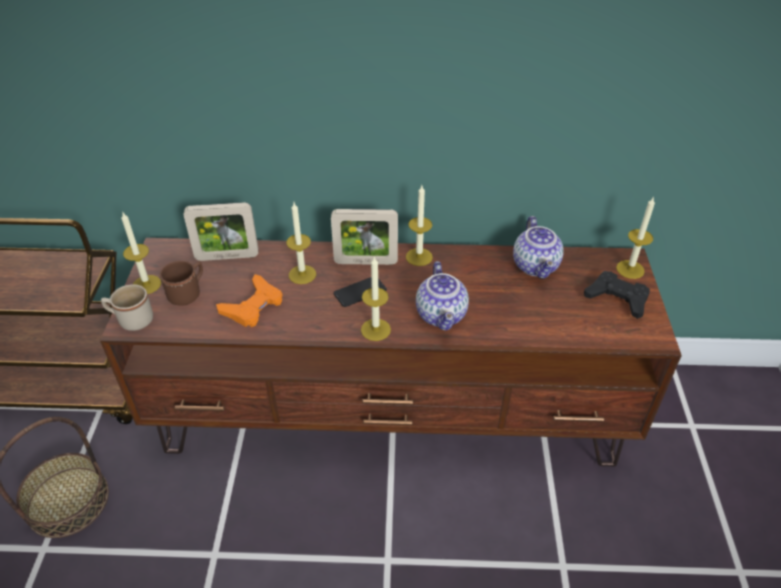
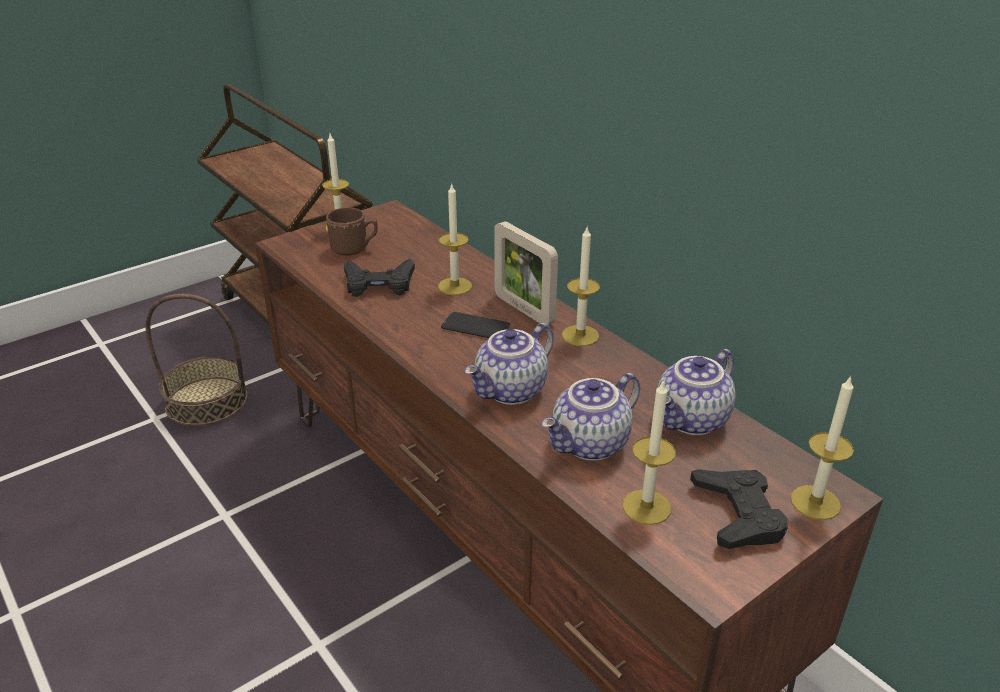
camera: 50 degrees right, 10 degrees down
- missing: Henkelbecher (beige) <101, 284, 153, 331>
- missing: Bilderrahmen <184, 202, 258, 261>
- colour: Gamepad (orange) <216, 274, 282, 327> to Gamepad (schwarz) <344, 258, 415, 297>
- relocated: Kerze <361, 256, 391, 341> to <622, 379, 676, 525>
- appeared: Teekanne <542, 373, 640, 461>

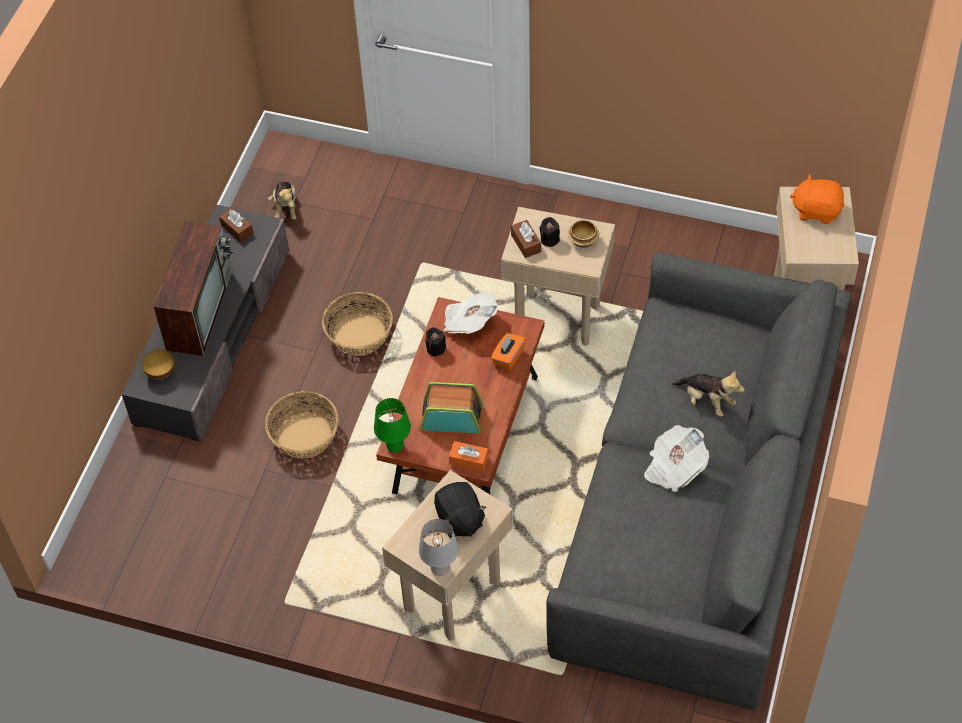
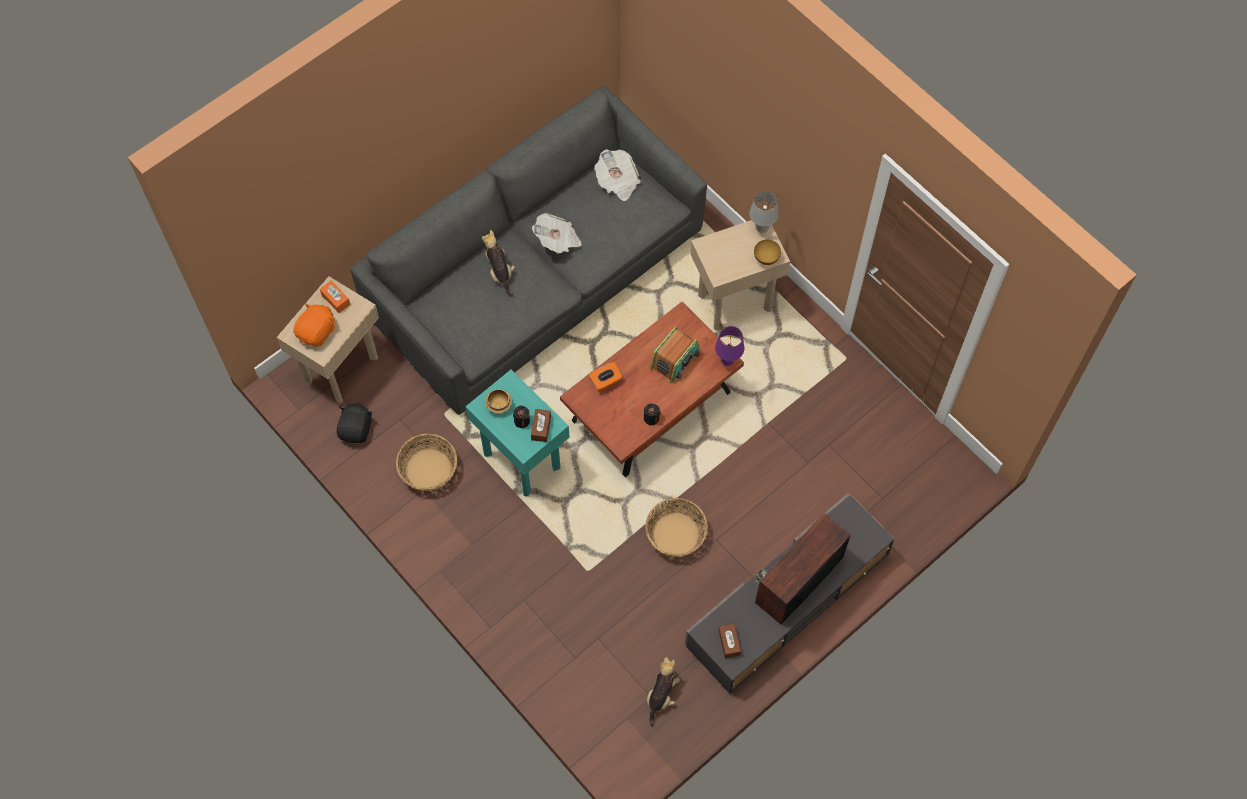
camera: 150 degrees left, 10 degrees up
- relocated: Schüssel <142, 349, 175, 379> to <754, 240, 781, 265>
- relocated: Korb <265, 391, 339, 458> to <396, 434, 457, 491>
- colour: Tischlampe (grün) <374, 398, 411, 453> to Tischlampe (lila) <715, 326, 744, 366>
- spun: Radio <420, 382, 484, 433> = <650, 326, 700, 383> 90 degrees counterclockwise
- relocated: Plüschtier (schwarz) <434, 482, 487, 538> to <337, 403, 372, 444>
- relocated: Zeitung <443, 292, 498, 334> to <594, 149, 641, 201>
- relocated: Taschentuchbox (orange) <449, 441, 489, 472> to <320, 281, 350, 313>
- colour: Beistelltisch (beige) <501, 207, 615, 346> to Beistelltisch (türkis) <466, 370, 570, 497>
- spun: Plüschtier (orange) <790, 174, 844, 224> = <293, 303, 335, 347> 105 degrees counterclockwise

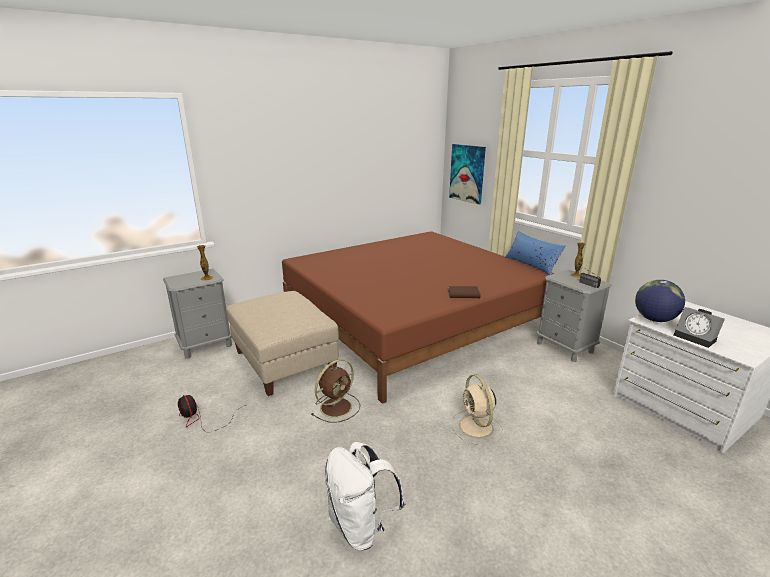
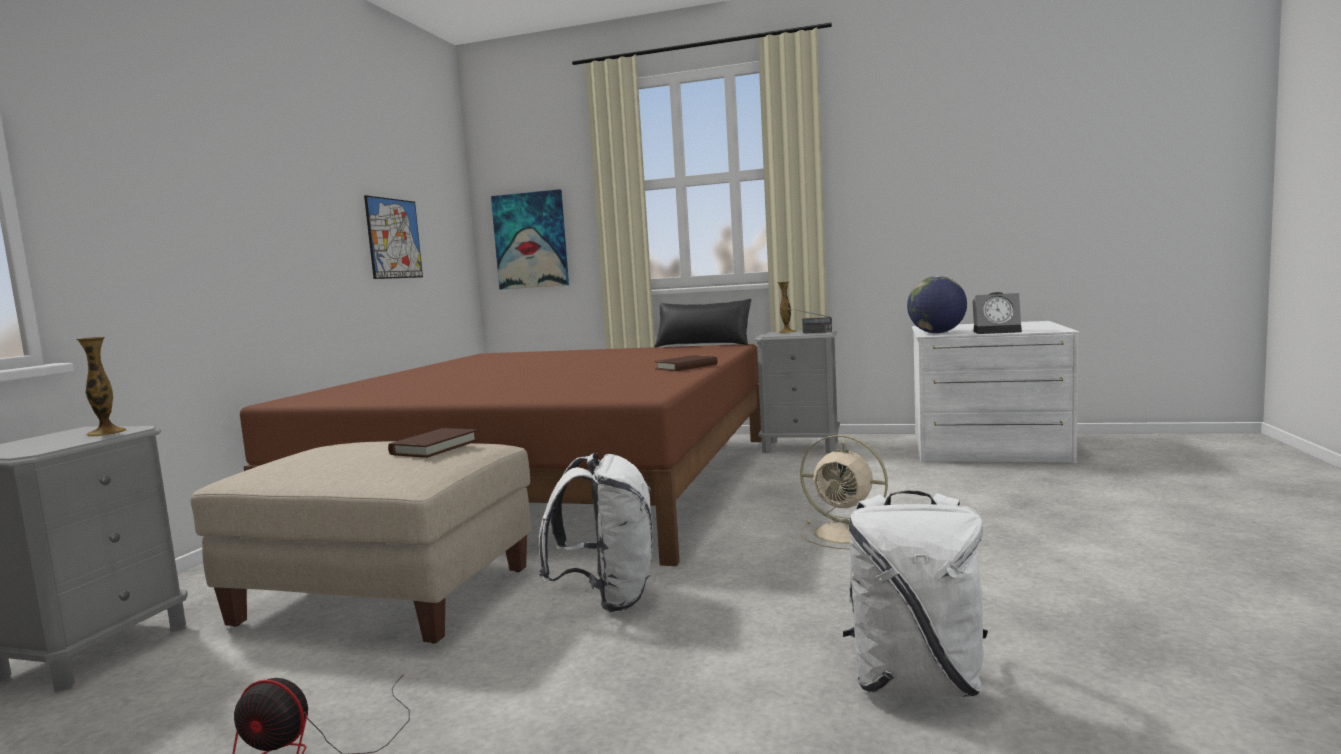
camera: 40 degrees left, 15 degrees down
- exchanged: Ventilator (braun) <311, 359, 360, 423> to Rucksack (weiß) <539, 453, 653, 613>
- colour: Kissen (blau) <505, 231, 566, 275> to Kissen (schwarz) <654, 299, 751, 347>
- appeared: Bild <364, 195, 423, 279>
- appeared: Buch (braun) <388, 428, 478, 458>

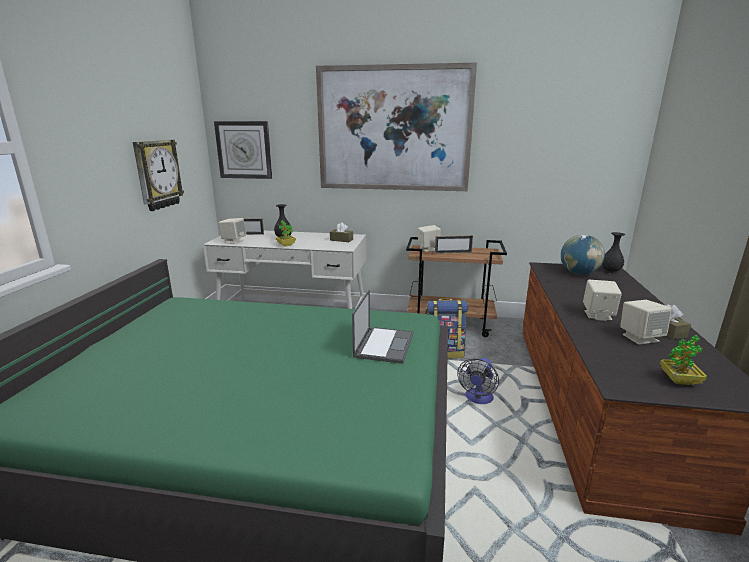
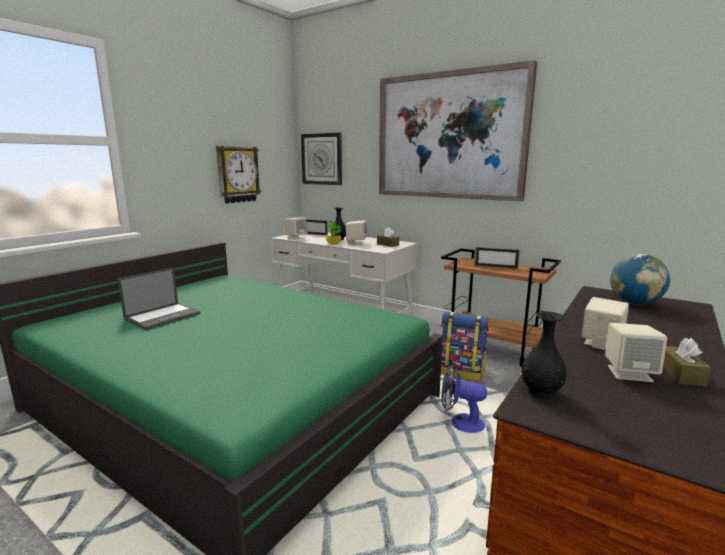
camera: 25 degrees right, 5 degrees down
- relocated: Laptop <352, 290, 413, 364> to <118, 268, 201, 330>
- relocated: Lautsprecher (beige) <418, 225, 441, 252> to <345, 220, 367, 245>
- spun: Ventilator <457, 358, 499, 404> = <441, 364, 487, 433> 60 degrees clockwise
- relocated: Vase (schwarz) <602, 232, 625, 274> to <521, 311, 566, 398>
- missing: Topfpflanze <660, 335, 707, 385>

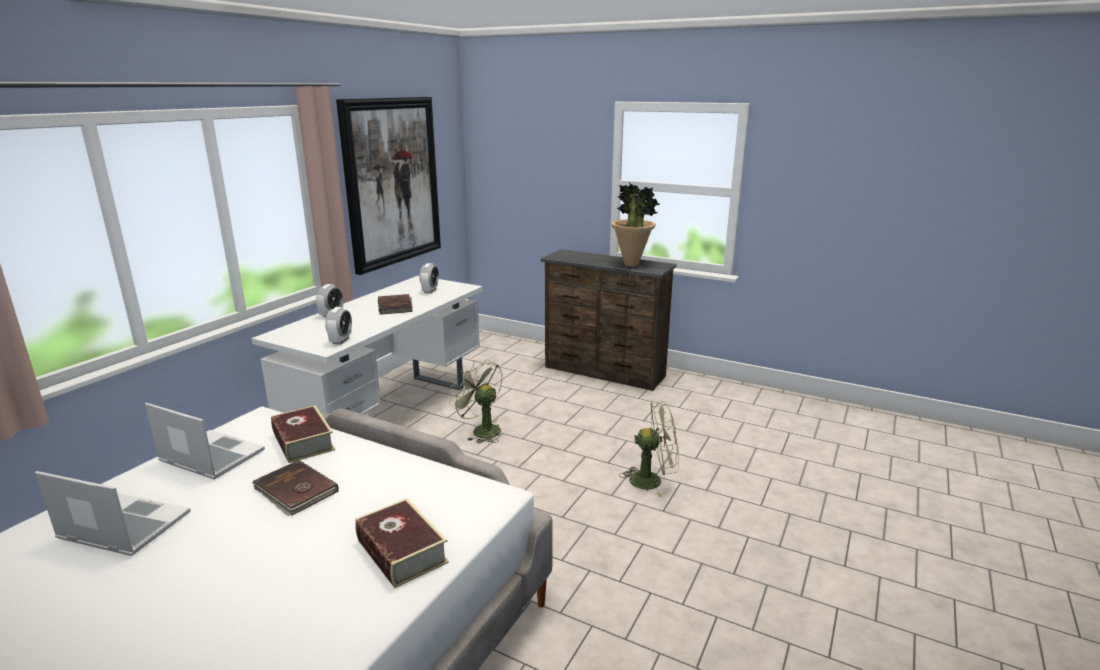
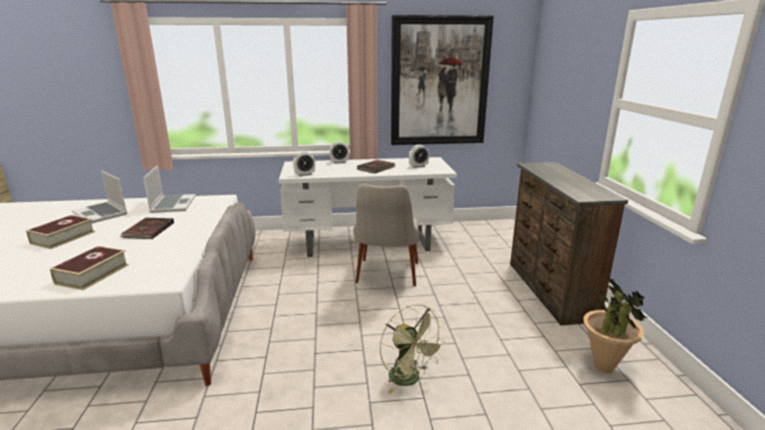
camera: 55 degrees right, 0 degrees up
- spun: Laptop <35, 471, 191, 556> = <72, 170, 127, 224> 150 degrees clockwise
- relocated: Buch <271, 406, 335, 463> to <26, 215, 95, 249>
- exchanged: Ventilator (grün) <449, 359, 502, 443> to Stuhl (beige) <353, 184, 420, 286>
- relocated: Topfpflanze <611, 183, 661, 266> to <583, 277, 648, 373>

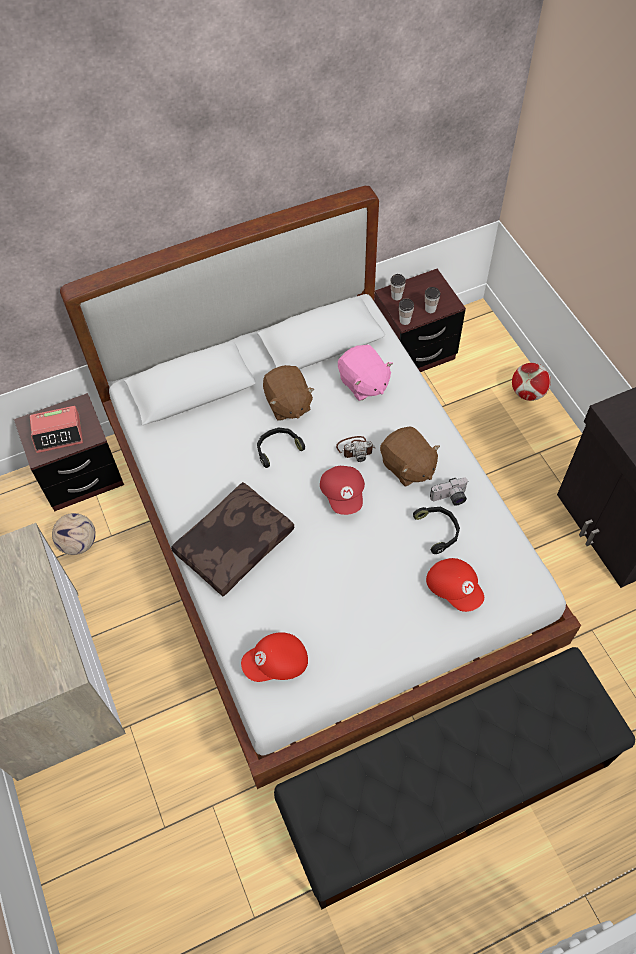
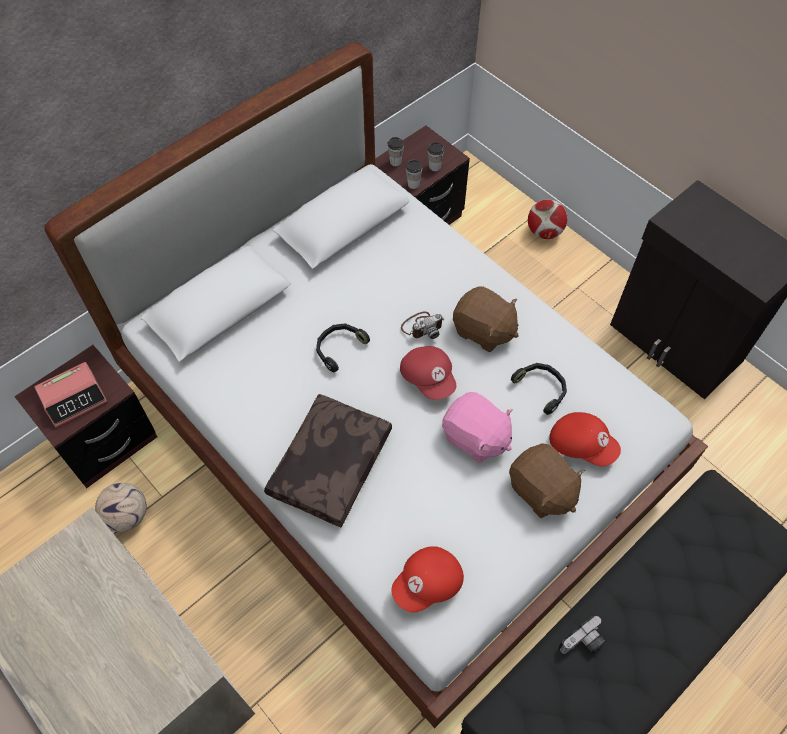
camera: 20 degrees left, 0 degrees up
- relocated: Plüschtier (braun) <263, 365, 315, 421> to <509, 444, 585, 518>
- relocated: Plüschtier (rosa) <338, 345, 393, 401> to <442, 392, 513, 463>
- relocated: Kamera <430, 477, 469, 505> to <559, 616, 606, 654>

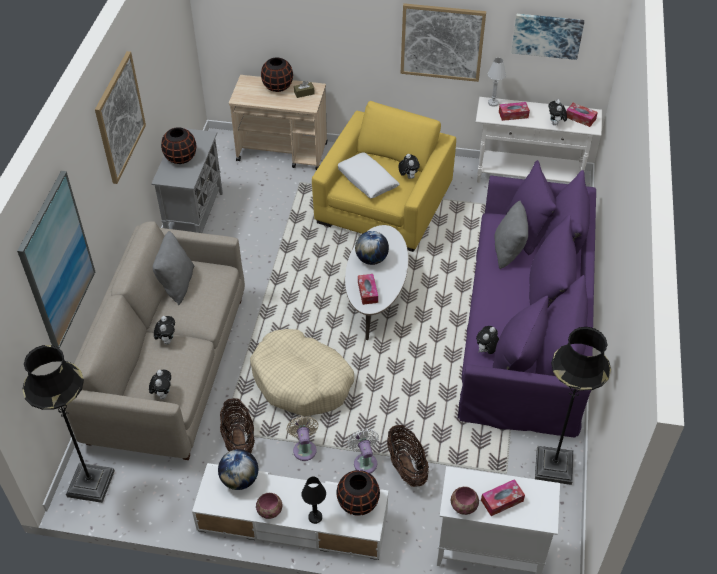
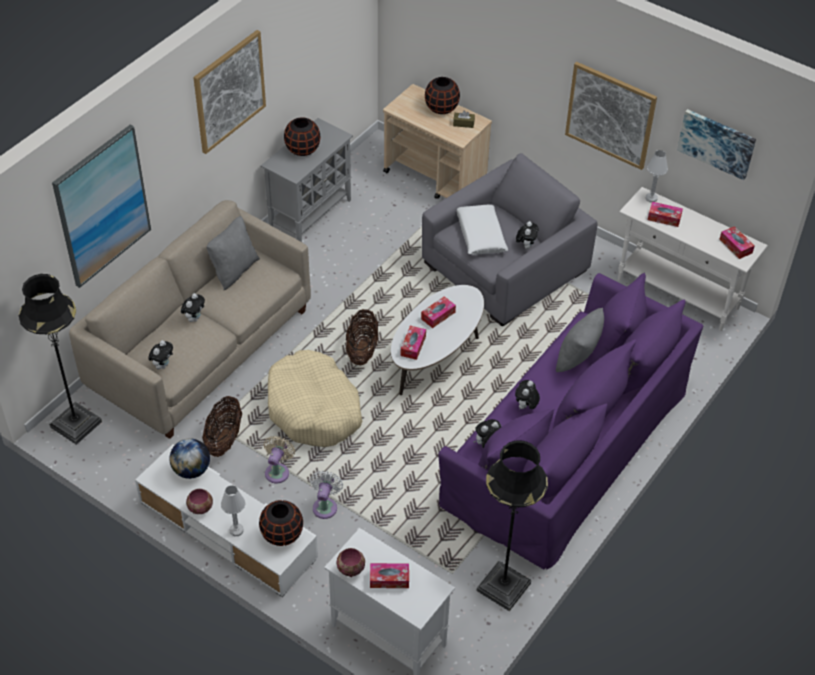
camera: 25 degrees right, 0 degrees up
- colour: Tischlampe (schwarz) <302, 477, 326, 524> to Tischlampe (weiß) <221, 485, 245, 536>
- colour: Sessel (gelb) <312, 101, 456, 252> to Sessel (grau) <422, 153, 598, 326>
- exchanged: Globus <355, 231, 389, 265> to Taschentuchbox <421, 296, 456, 328>
- relocated: Korb <387, 425, 429, 487> to <346, 309, 378, 365>
- relocated: Plüschtier <548, 99, 567, 125> to <515, 380, 540, 409>

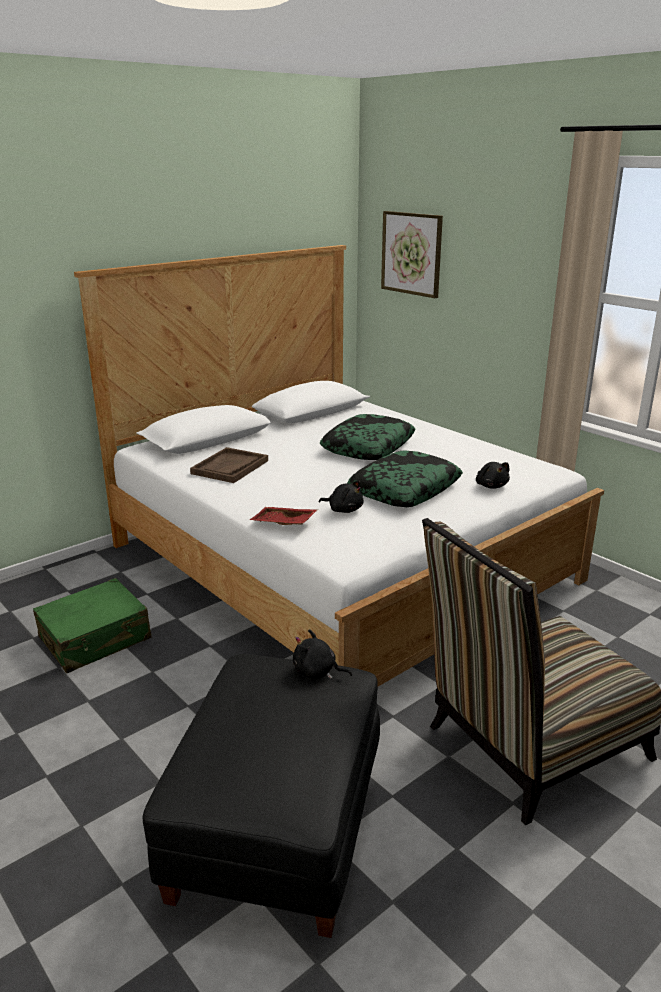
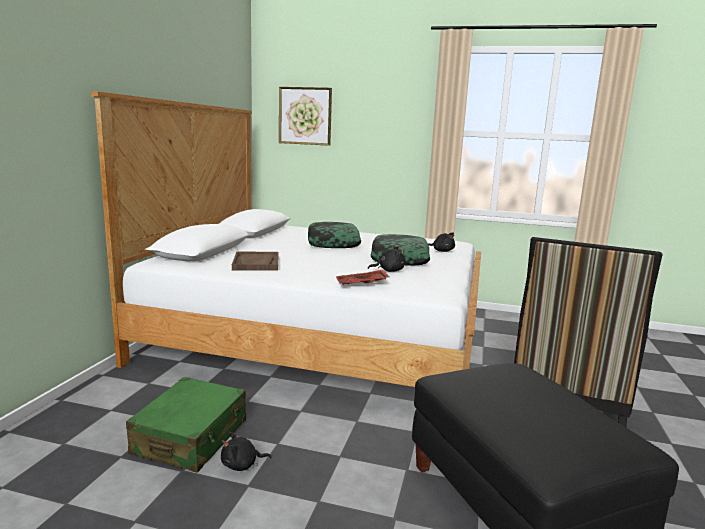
camera: 35 degrees left, 10 degrees down
- relocated: Plüschtier (schwarz) <293, 629, 352, 679> to <221, 432, 272, 471>

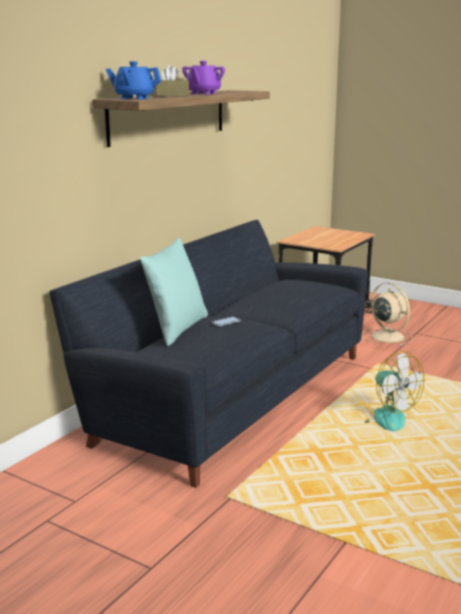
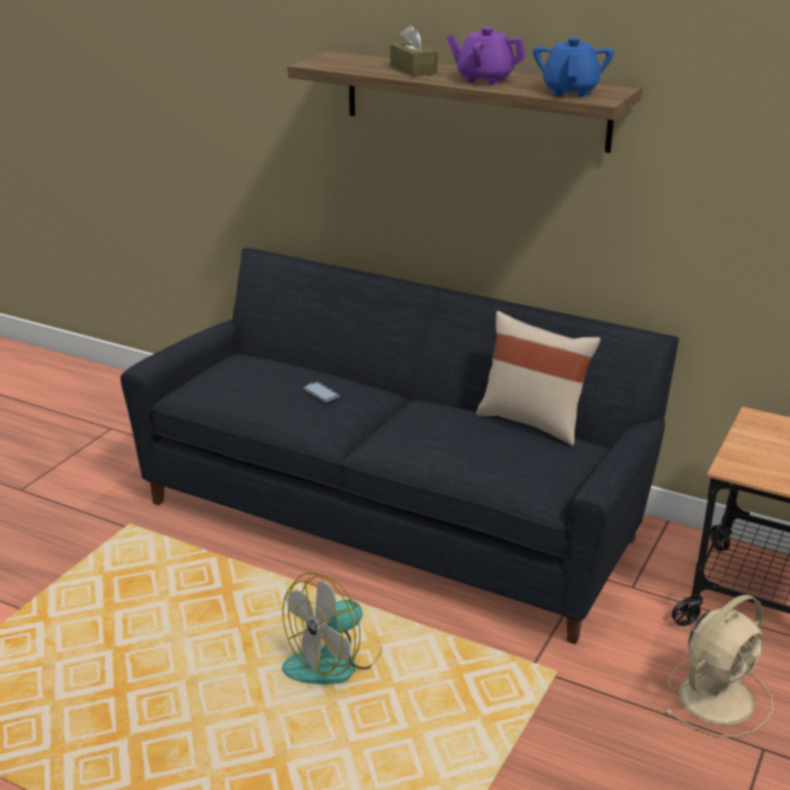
camera: 85 degrees right, 10 degrees up
- relocated: Teekanne (blau) <106, 61, 161, 99> to <533, 37, 614, 97>
- missing: Kissen (türkis) <140, 238, 208, 346>
- appeared: Kissen (beige) <476, 311, 601, 446>

